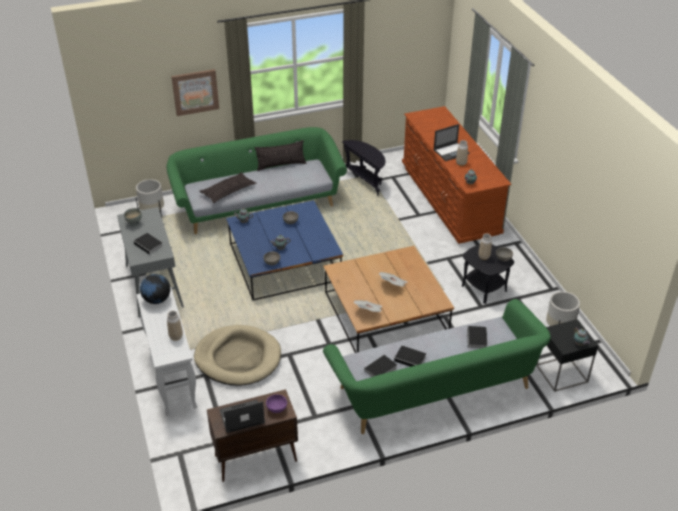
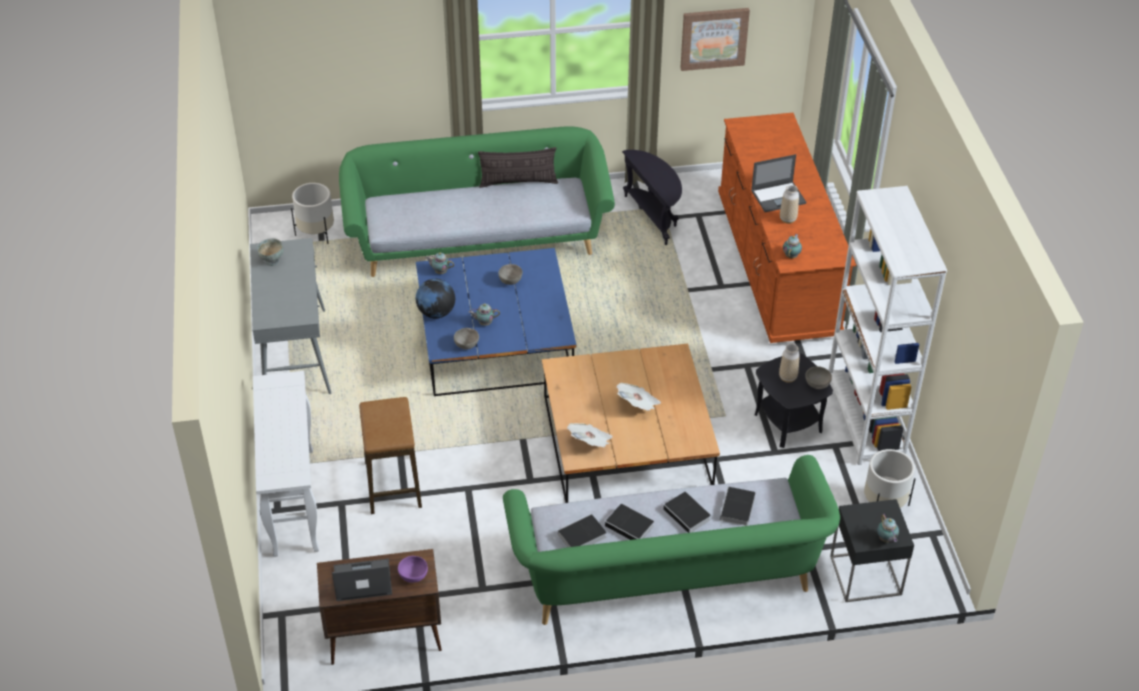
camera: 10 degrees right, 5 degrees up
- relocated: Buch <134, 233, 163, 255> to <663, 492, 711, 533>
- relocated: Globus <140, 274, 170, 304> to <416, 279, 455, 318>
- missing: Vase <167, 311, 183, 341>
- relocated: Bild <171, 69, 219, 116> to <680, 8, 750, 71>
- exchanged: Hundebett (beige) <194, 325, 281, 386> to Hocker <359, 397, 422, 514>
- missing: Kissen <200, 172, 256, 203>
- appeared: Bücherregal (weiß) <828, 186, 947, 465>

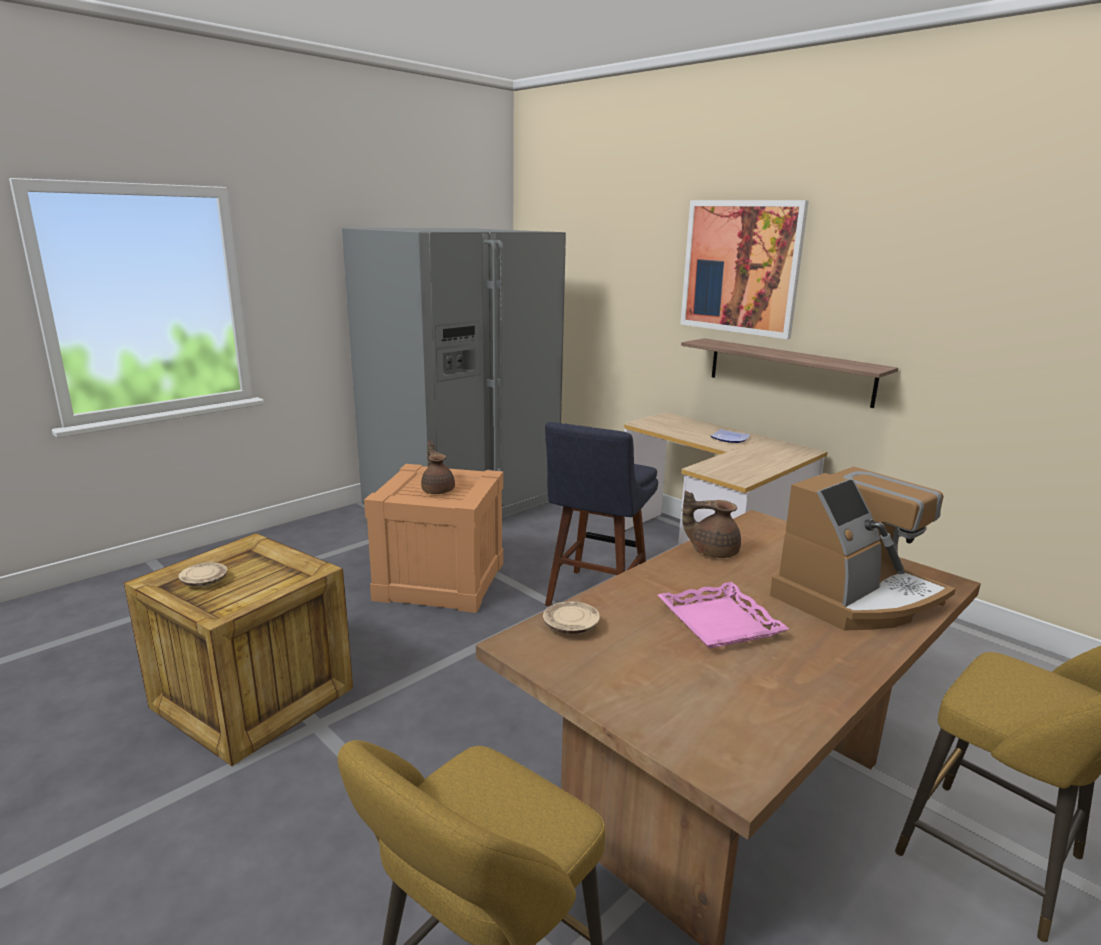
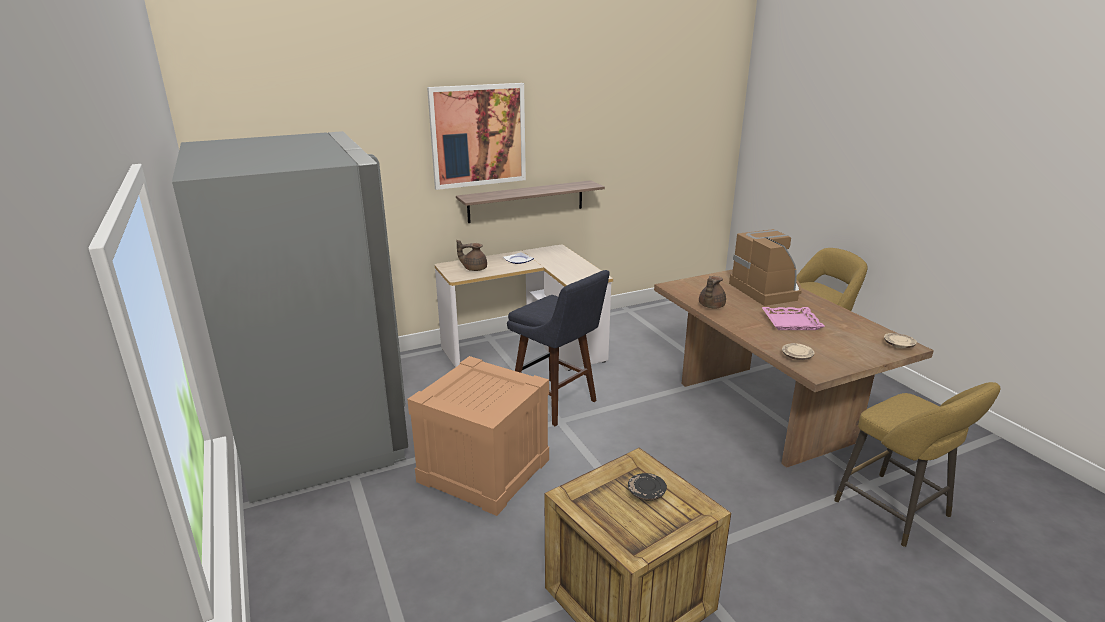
camera: 70 degrees left, 5 degrees up
- relocated: Teller (beige) <178, 563, 227, 587> to <884, 333, 917, 348>
- relocated: Teekanne (braun) <421, 441, 455, 494> to <456, 240, 487, 271>
- appeared: Teller (schwarz) <628, 473, 667, 501>

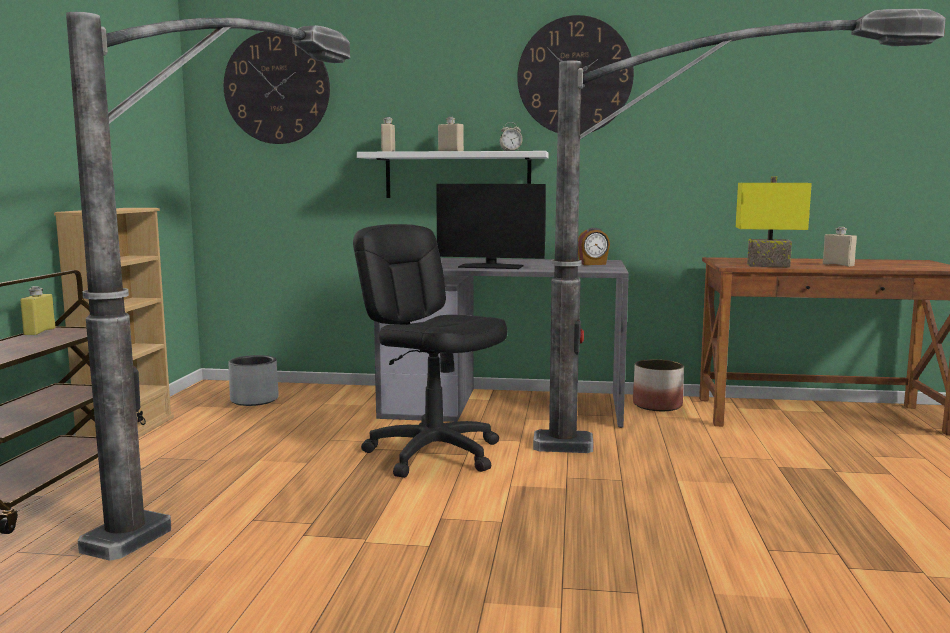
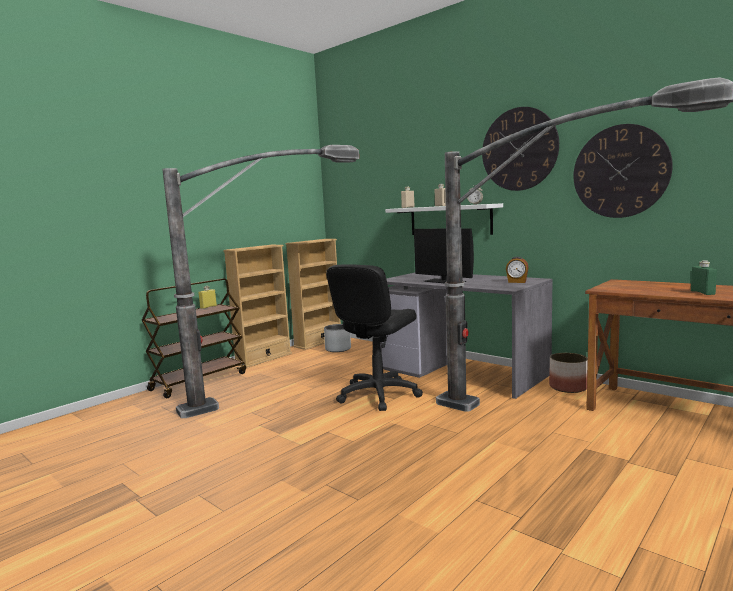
camera: 35 degrees right, 0 degrees up
- relocated: Wanduhr <224, 31, 330, 144> to <574, 124, 673, 218>
- spun: Bürostuhl (schwarz) <353, 224, 507, 478> = <326, 264, 423, 411> 135 degrees counterclockwise
- missing: Tischlampe (gelb) <736, 177, 812, 268>
- colour: Flasche (beige) <823, 227, 857, 267> to Flasche (grün) <691, 260, 717, 295>
- appeared: Bücherregal (beige) <285, 239, 341, 350>

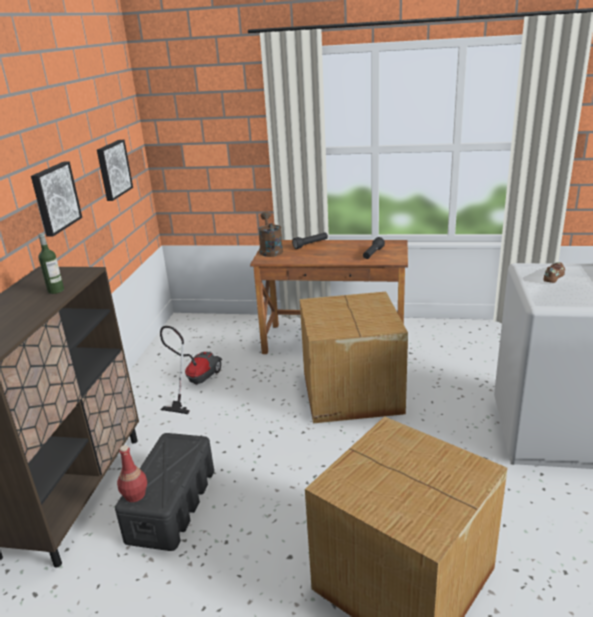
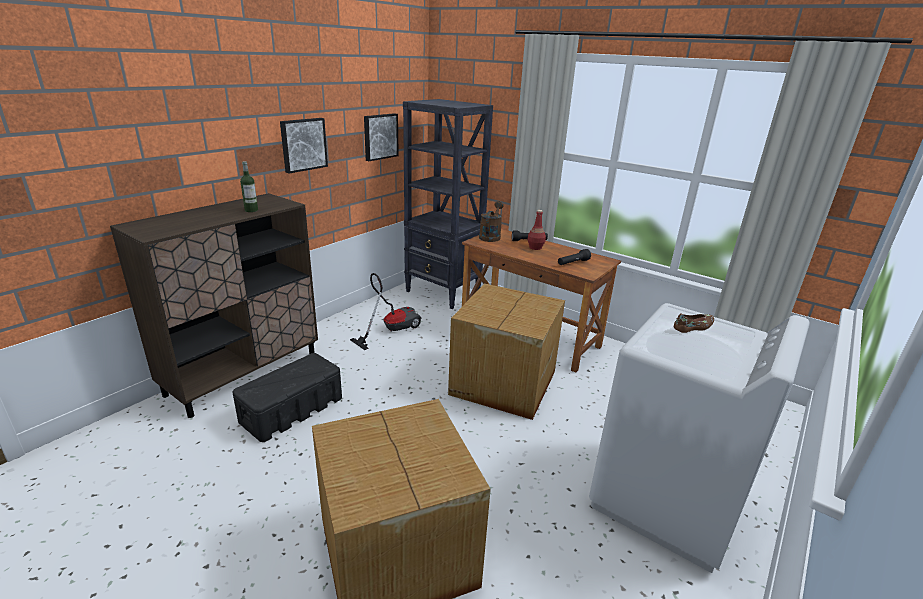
camera: 25 degrees right, 0 degrees up
- relocated: Flasche (rot) <117, 445, 147, 502> to <527, 210, 546, 250>
- appeared: Bücherregal (schwarz) <403, 99, 493, 309>

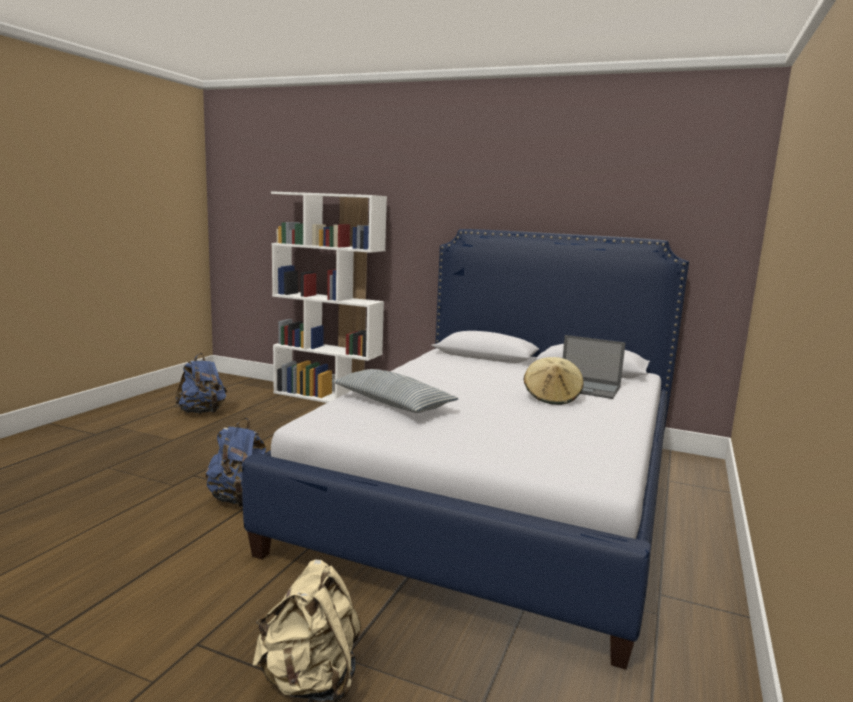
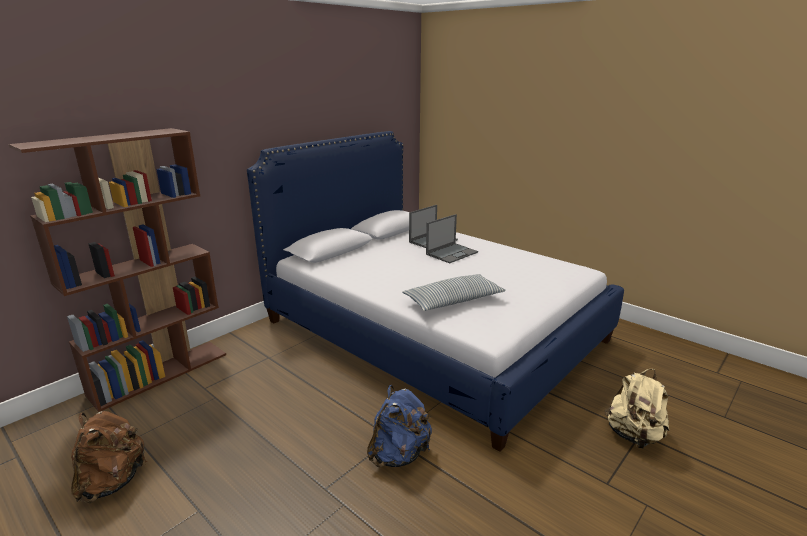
camera: 70 degrees left, 10 degrees up
- colour: Rucksack (blau) <174, 353, 227, 414> to Rucksack (braun) <71, 411, 147, 503>
- colour: Bücherregal (weiß) <271, 191, 387, 403> to Bücherregal (braun) <8, 128, 226, 412>
- exchanged: Hut (beige) <524, 357, 584, 405> to Laptop <426, 214, 478, 263>

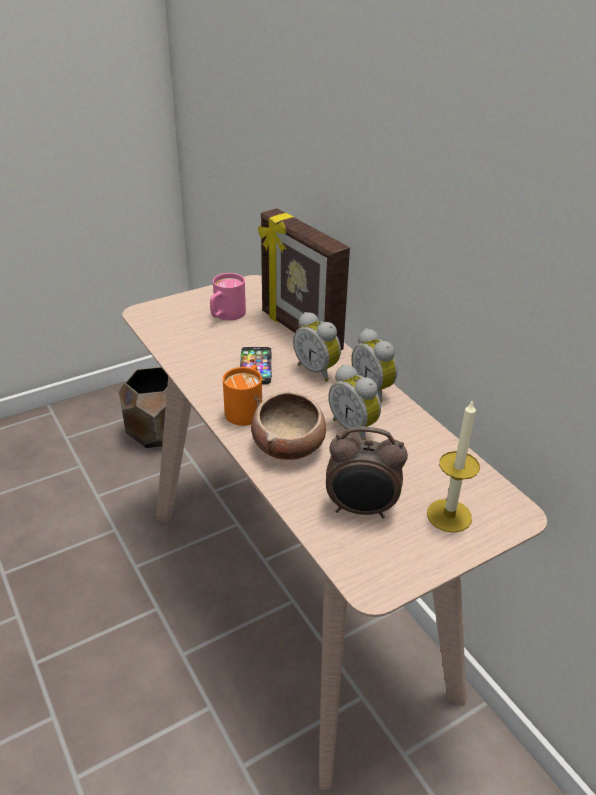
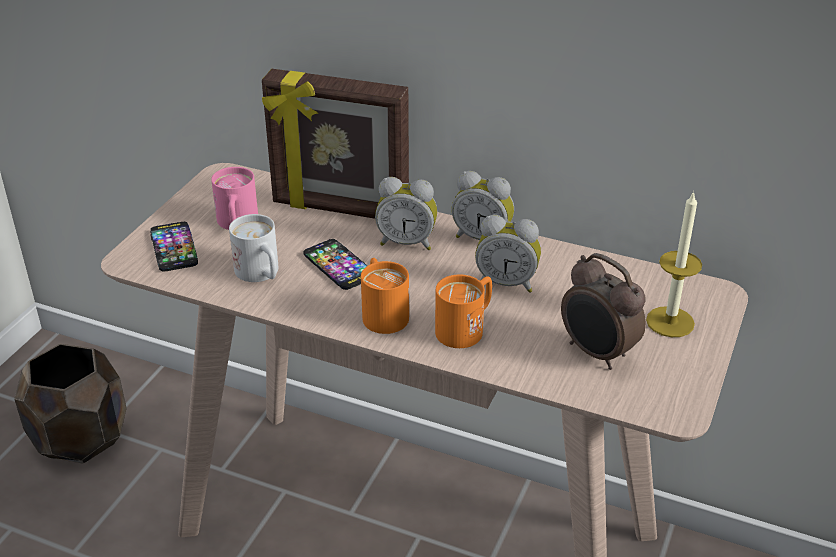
camera: 35 degrees left, 0 degrees up
- exchanged: Schüssel <251, 392, 326, 460> to Henkelbecher (orange) <435, 274, 492, 348>
- spun: Wecker <326, 426, 408, 518> = <561, 253, 646, 370> 75 degrees clockwise
- appeared: Handy <150, 222, 198, 272>
- appeared: Henkelbecher (weiß) <229, 214, 278, 282>

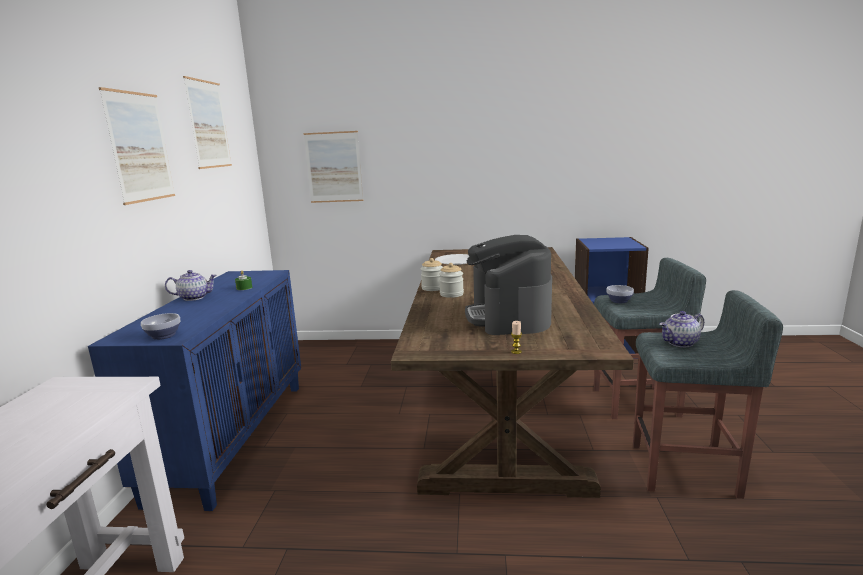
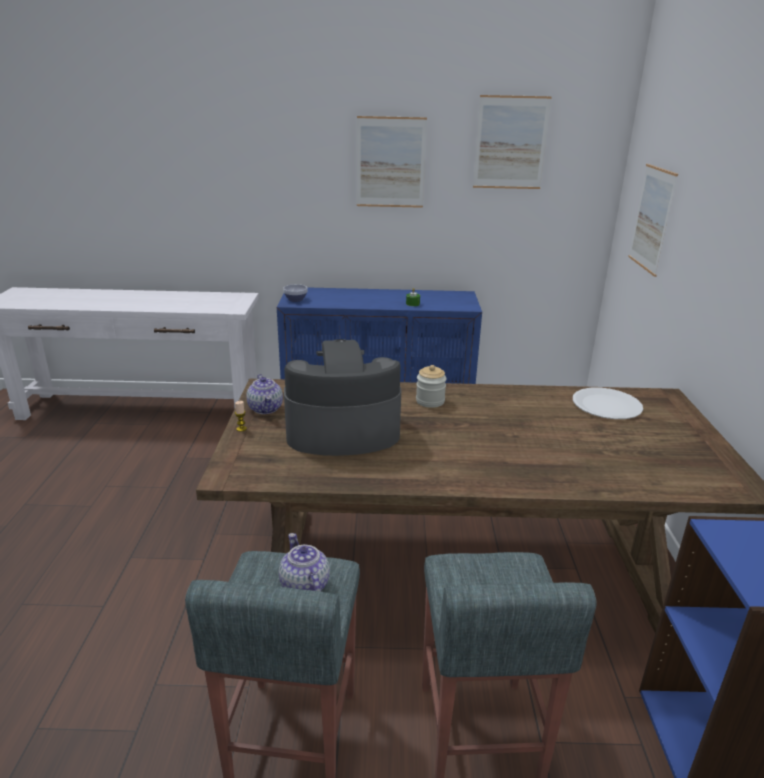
camera: 85 degrees right, 10 degrees up
- relocated: Teekanne <165, 270, 217, 301> to <246, 374, 283, 414>
- missing: Vorratsglas <421, 258, 443, 291>
- missing: Schüssel <606, 285, 634, 303>

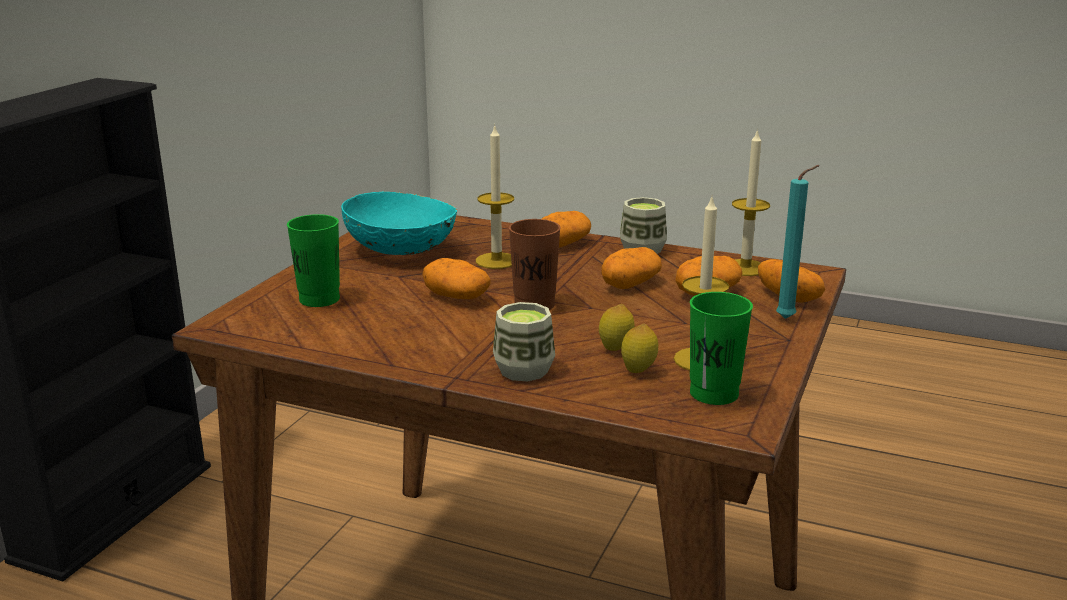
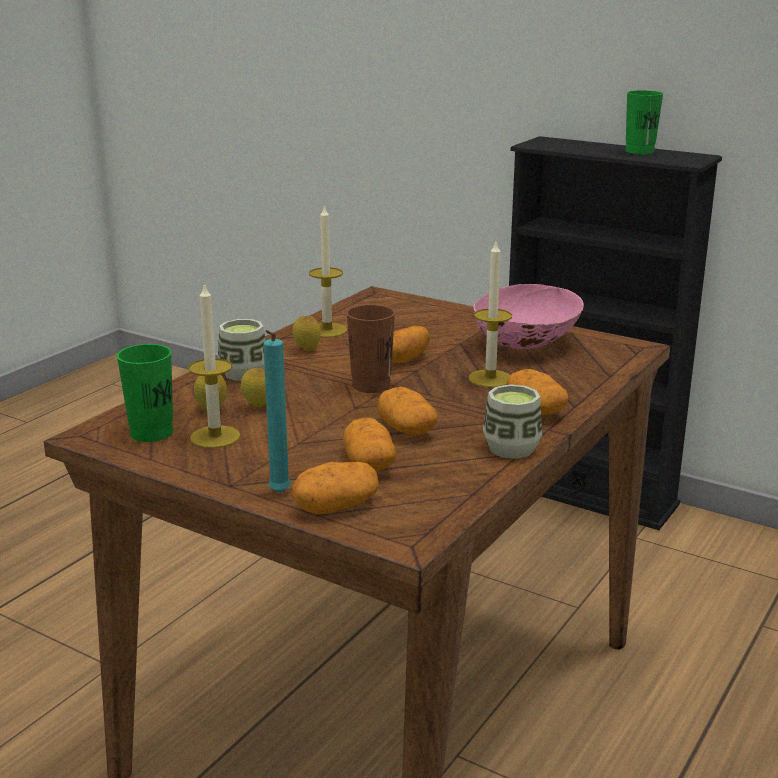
camera: 100 degrees right, 0 degrees up
- relocated: Tasse (grün) <287, 214, 340, 307> to <625, 90, 663, 154>
- colour: Schüssel (türkis) <341, 191, 457, 255> to Schüssel (rosa) <473, 284, 584, 349>
- relocated: Kerze <732, 129, 770, 276> to <309, 205, 347, 338>
- appeared: Zitrone <293, 316, 321, 351>

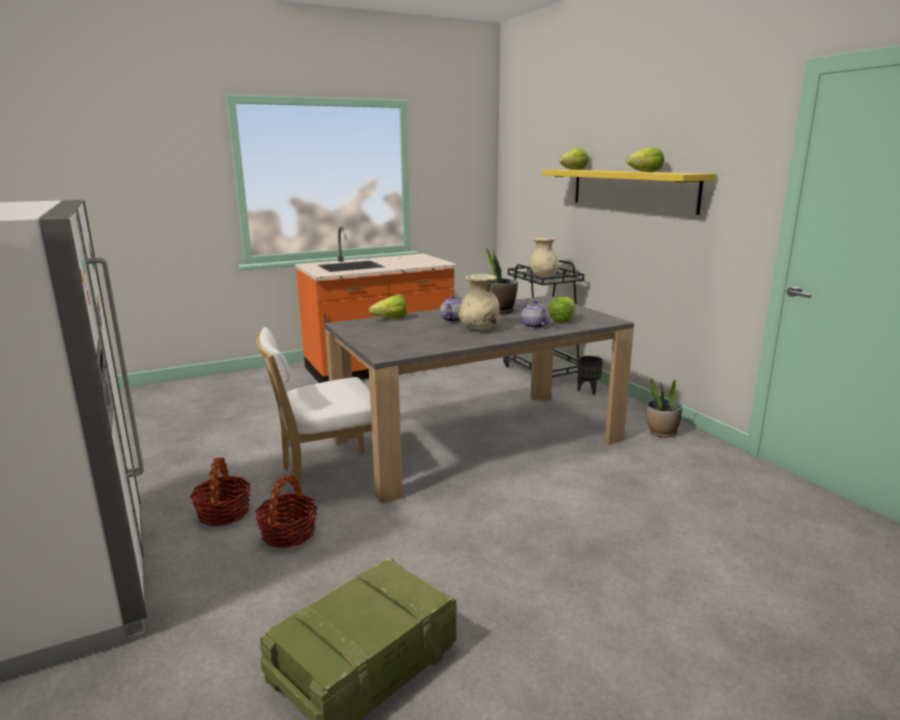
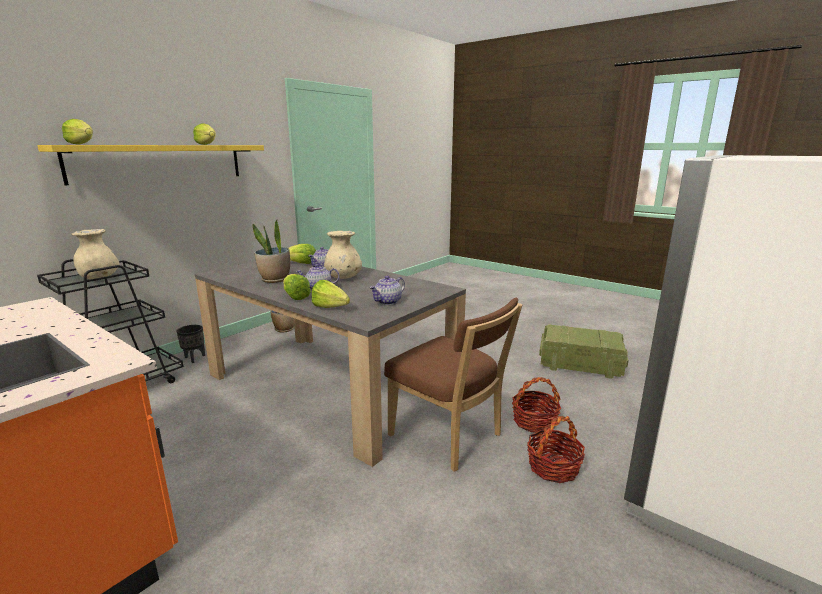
camera: 115 degrees left, 0 degrees up
- colour: Stuhl (weiß) <256, 327, 372, 494> to Stuhl (braun) <384, 298, 523, 472>
- appeared: Salatkopf <283, 274, 311, 300>
- appeared: Teekanne <369, 276, 405, 305>

